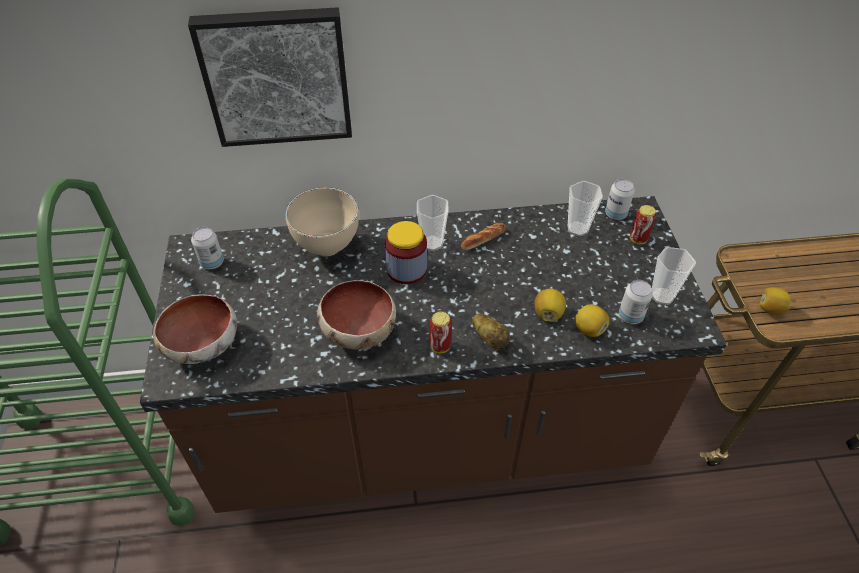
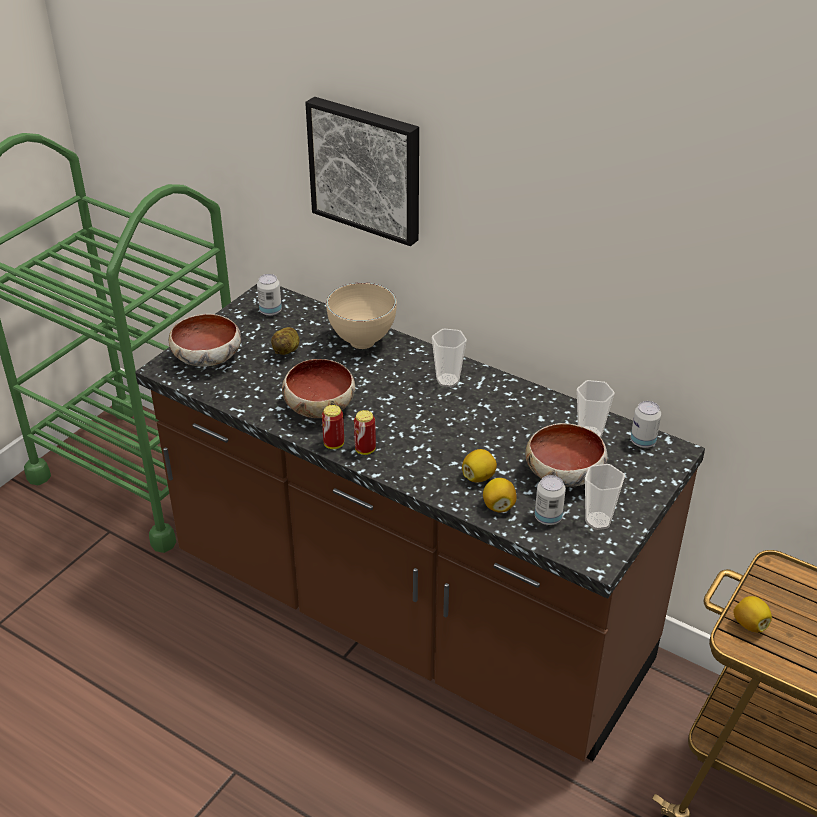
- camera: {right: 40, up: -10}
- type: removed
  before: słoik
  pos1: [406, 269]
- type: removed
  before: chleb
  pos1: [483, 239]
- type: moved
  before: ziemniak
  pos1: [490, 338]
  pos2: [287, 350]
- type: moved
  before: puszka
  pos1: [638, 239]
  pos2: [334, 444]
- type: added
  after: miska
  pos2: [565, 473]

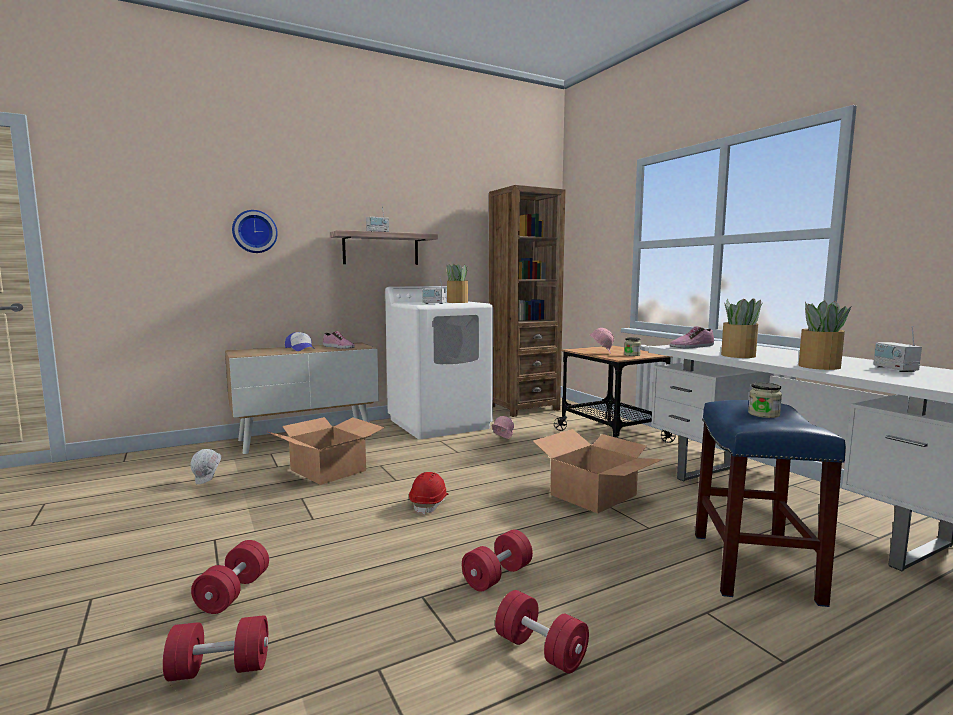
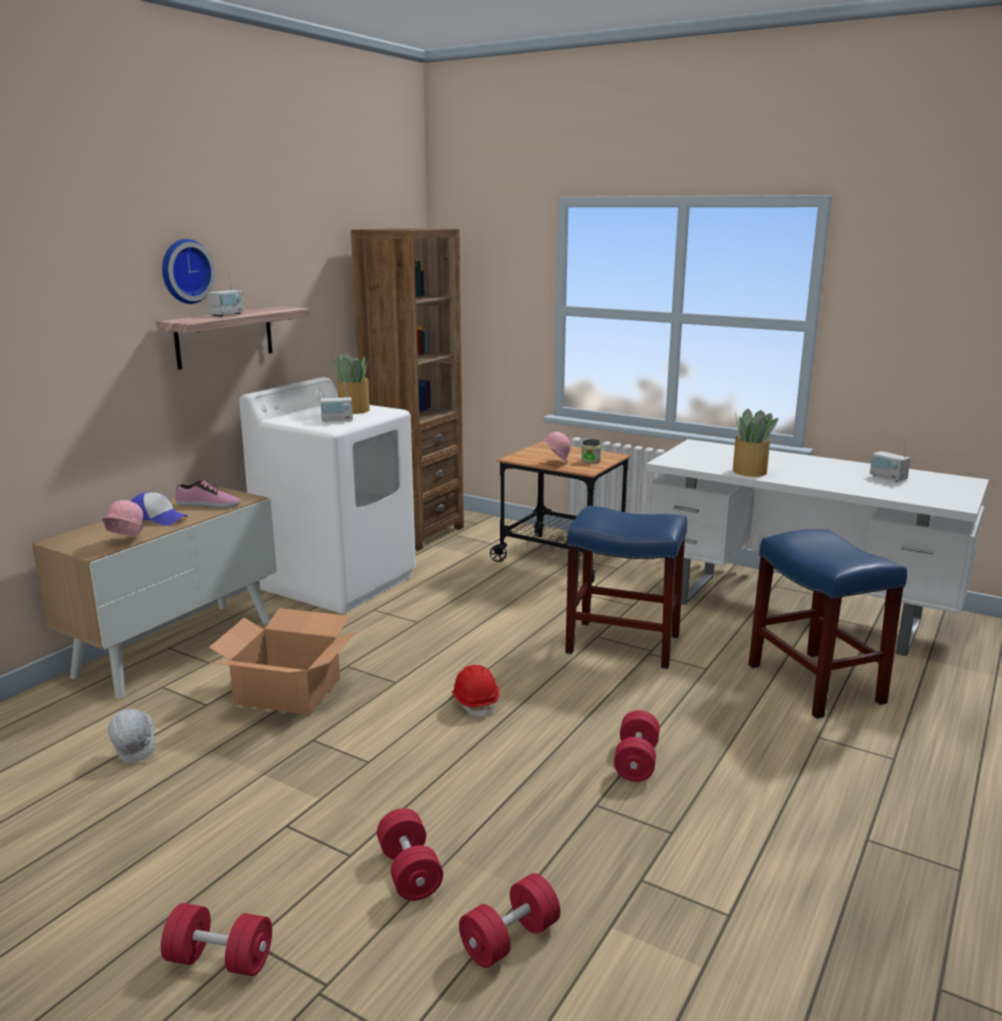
- camera: {right: -30, up: 10}
- type: moved
  before: zegar ścienny
  pos1: [254, 231]
  pos2: [184, 271]
- type: moved
  before: kask (różowy)
  pos1: [502, 441]
  pos2: [125, 542]
- type: moved
  before: hantel (czerwony)
  pos1: [540, 650]
  pos2: [220, 959]
- type: replaced
  before: karton
  after: stołek (niebieski)
  pos1: [594, 495]
  pos2: [624, 644]
- type: removed
  before: but
  pos1: [691, 346]
- type: removed
  before: słoik
  pos1: [763, 414]
- type: removed
  before: roślina doniczkowa
  pos1: [818, 366]

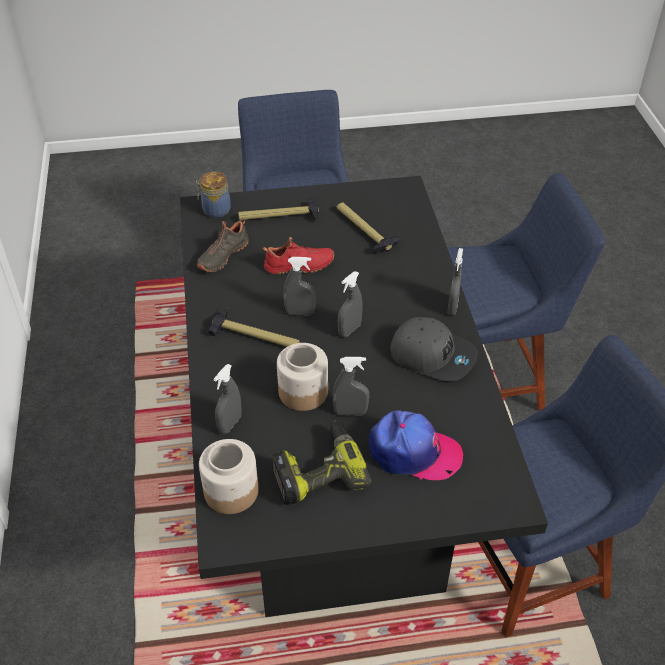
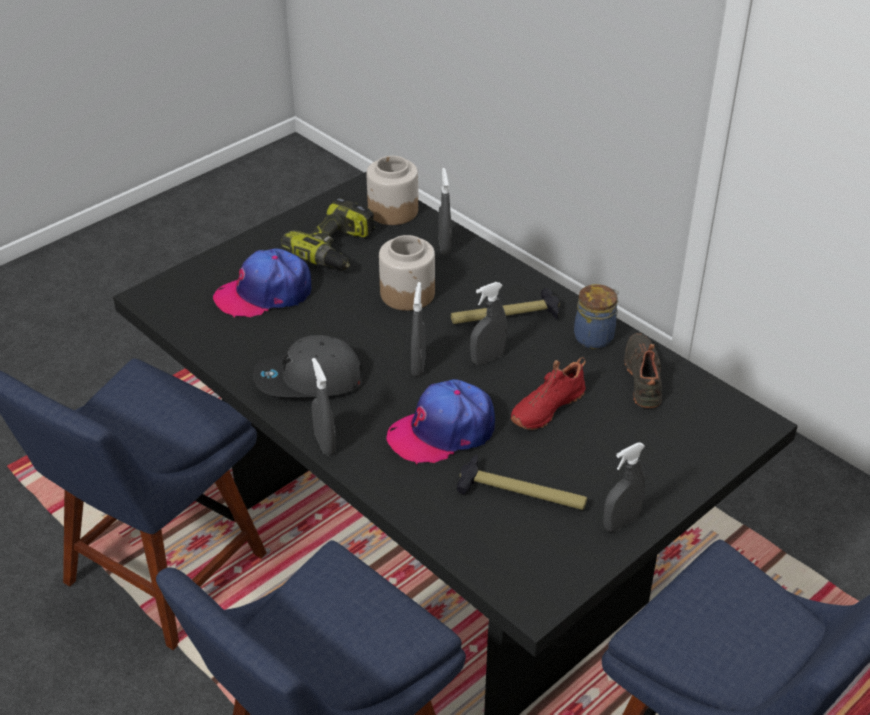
- camera: {right: 145, up: -5}
- type: moved
  before: słoik
  pos1: [215, 210]
  pos2: [595, 337]
- type: removed
  before: młotek
  pos1: [279, 217]
- type: moved
  before: spryskiwacz (szary)
  pos1: [350, 412]
  pos2: [621, 523]
- type: added
  after: czapka z daszkiem
  pos2: [442, 431]

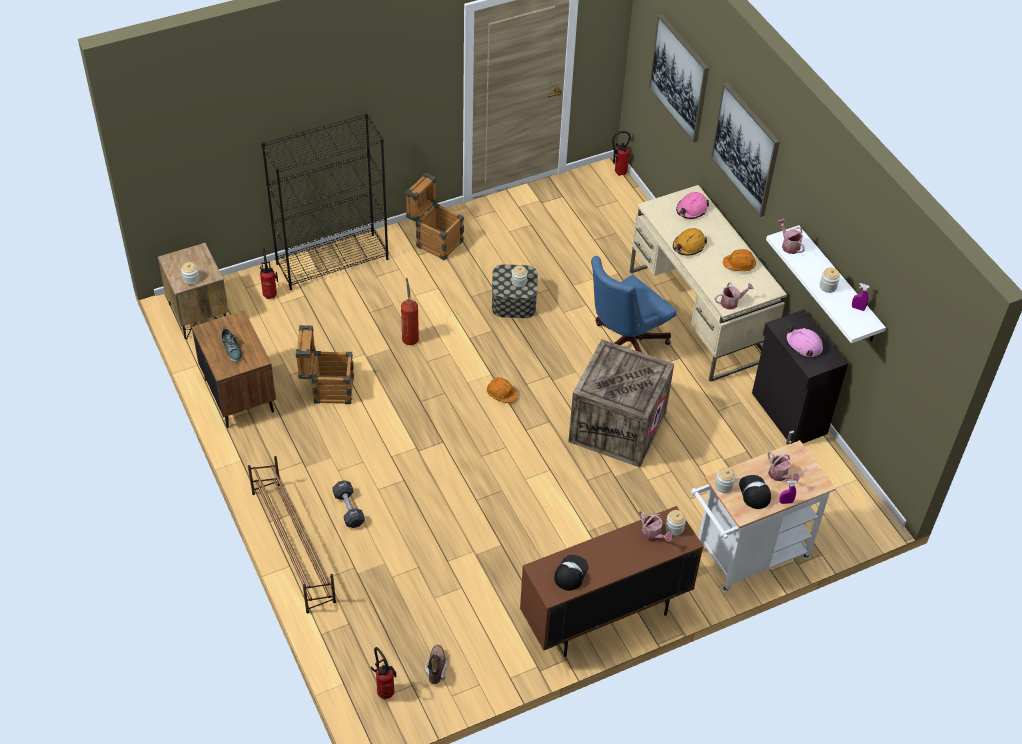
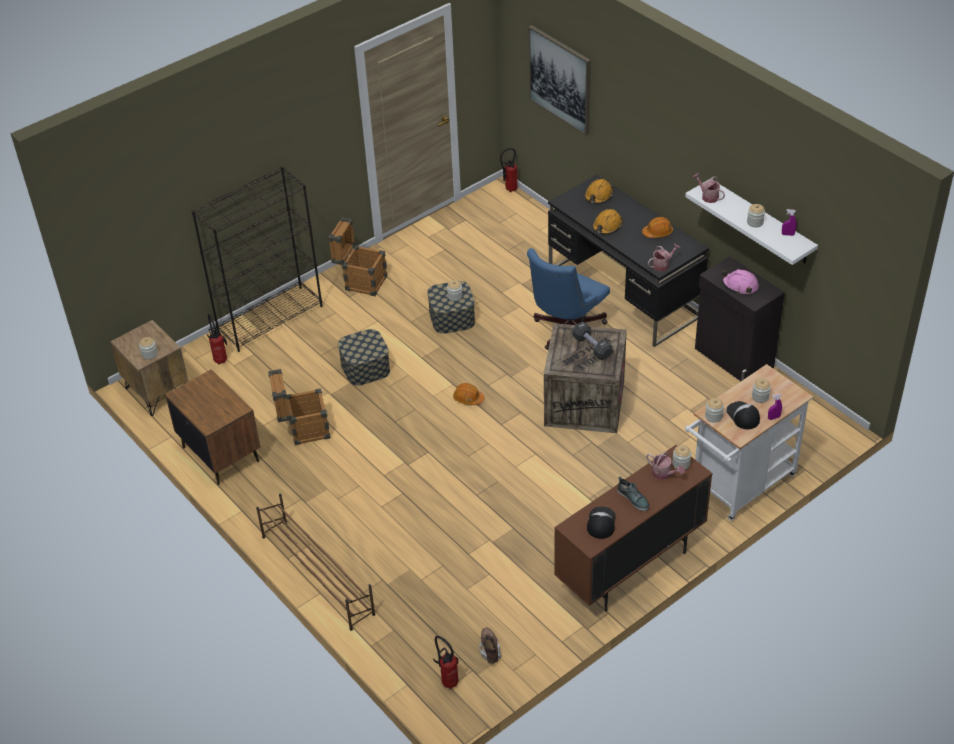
- camera: {right: -10, up: -5}
- type: moved
  before: but
  pos1: [232, 349]
  pos2: [633, 498]
- type: moved
  before: hantel (czarny)
  pos1: [348, 509]
  pos2: [592, 347]
- type: replaced
  before: gaśnica
  after: pojemnik do przechowywania
  pos1: [409, 336]
  pos2: [365, 367]
- type: recoloured
  before: biurko (beżowy)
  after: biurko (czarny)
  pos1: [698, 315]
  pos2: [624, 294]
- type: recoloured
  before: kask (różowy)
  after: kask (pomarańczowy)
  pos1: [691, 210]
  pos2: [598, 196]
- type: removed
  before: obraz
  pos1: [746, 149]
- type: replaced
  before: konewka
  after: słoik
  pos1: [780, 475]
  pos2: [760, 397]

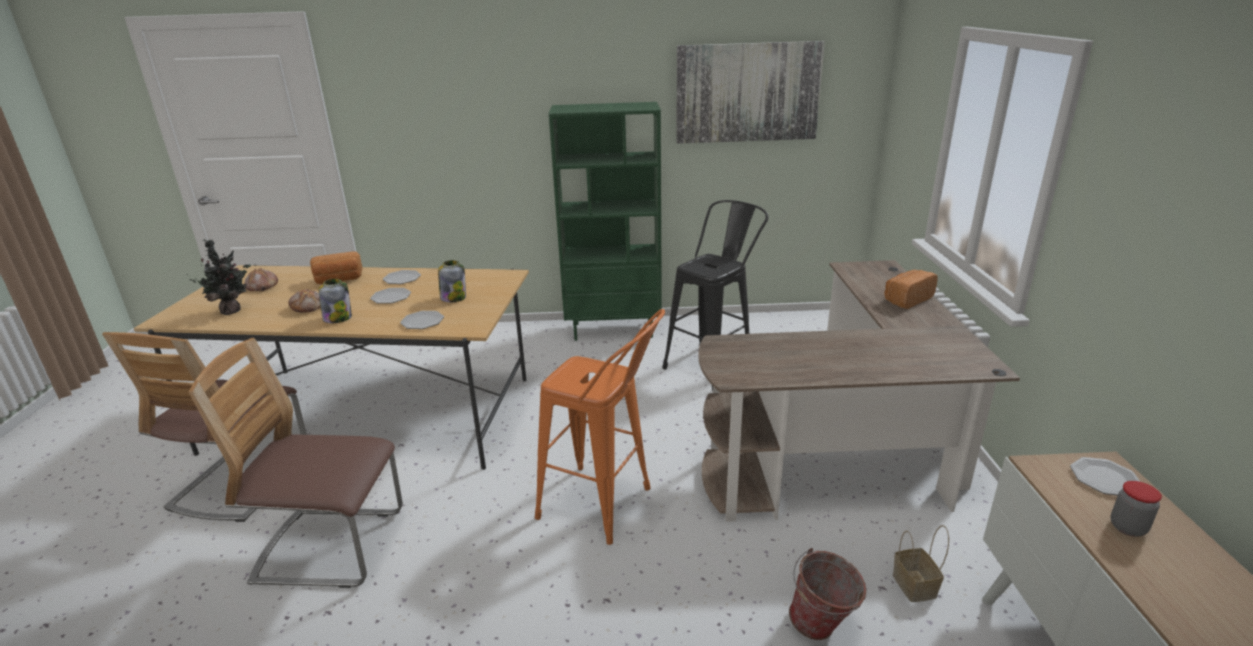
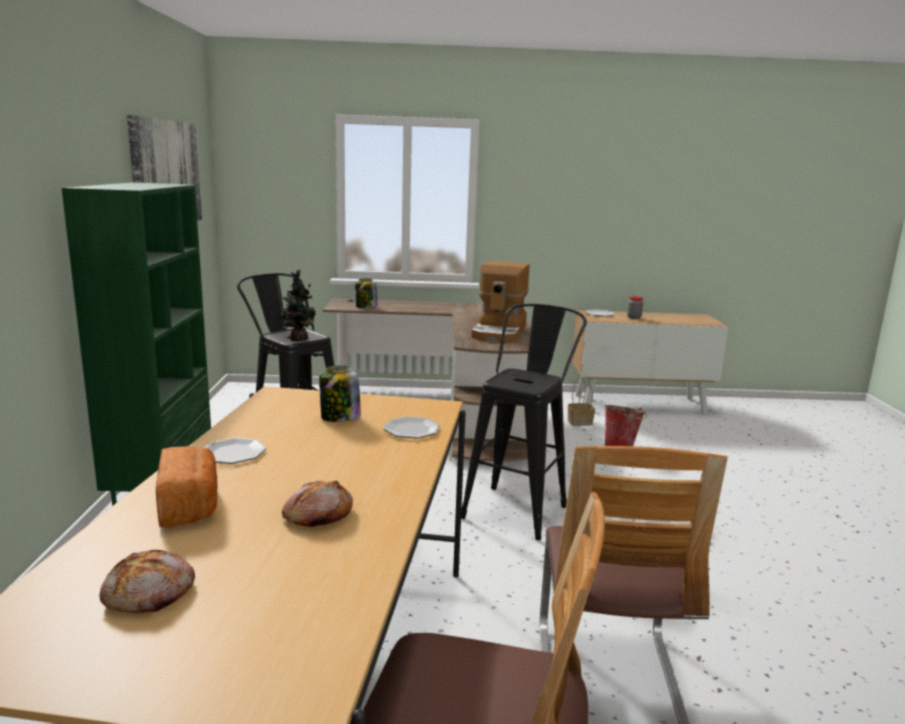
- camera: {right: -90, up: -10}
- type: moved
  before: roślina doniczkowa
  pos1: [232, 310]
  pos2: [297, 339]
- type: moved
  before: słoik
  pos1: [338, 318]
  pos2: [366, 307]
- type: removed
  before: talerz
  pos1: [391, 297]
- type: recoloured
  before: stołek (pomarańczowy)
  after: stołek (czarny)
  pos1: [605, 507]
  pos2: [519, 507]
- type: removed
  before: chleb
  pos1: [906, 299]
- type: added
  after: ekspres do kawy
  pos2: [500, 332]

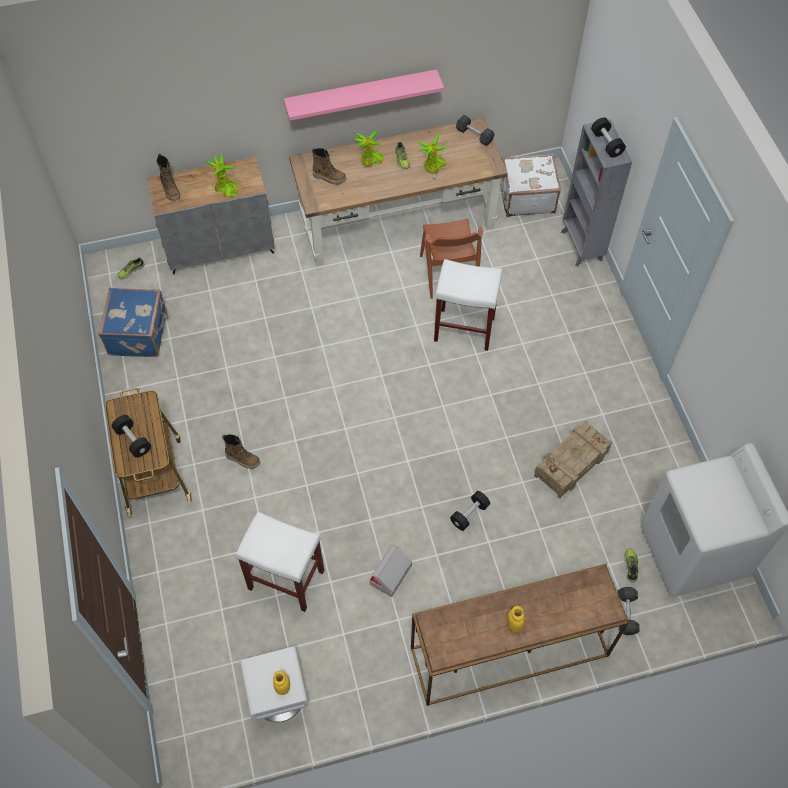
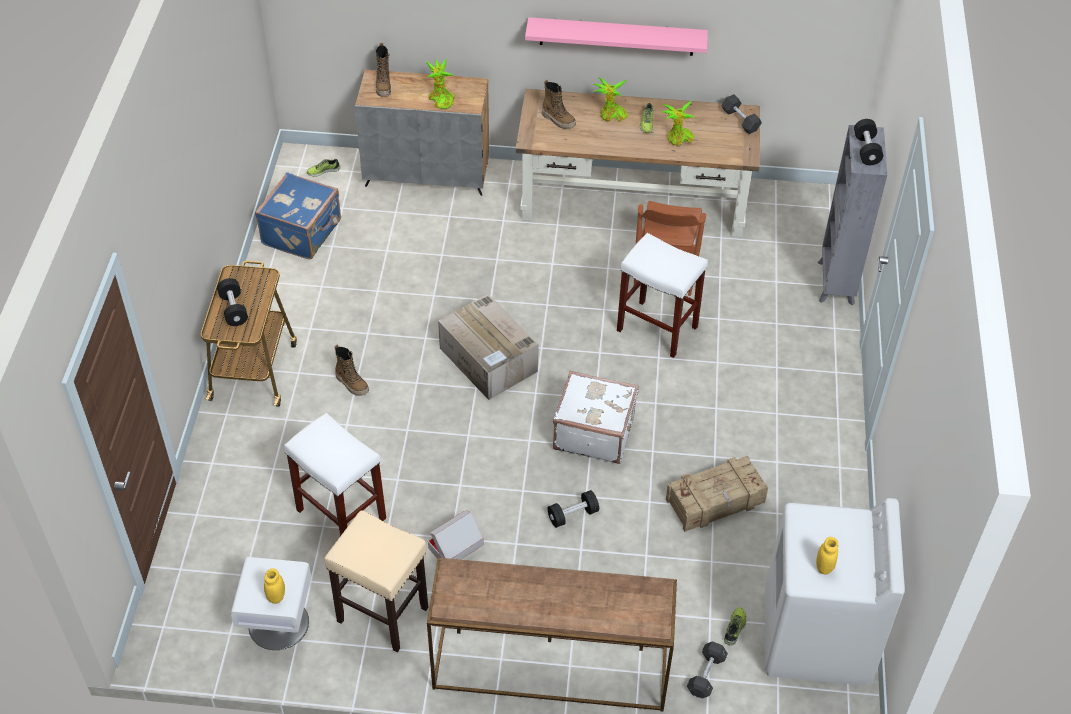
- camera: {right: 20, up: -10}
- type: moved
  before: walizka (biały)
  pos1: [526, 197]
  pos2: [593, 432]
- type: moved
  before: słoik (żółty)
  pos1: [514, 624]
  pos2: [824, 567]
- type: added
  after: stołek (beżowy)
  pos2: [384, 614]
- type: added
  after: karton
  pos2: [489, 360]

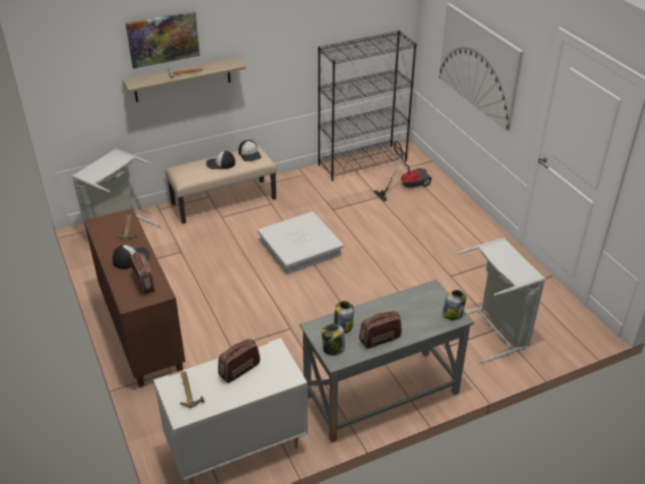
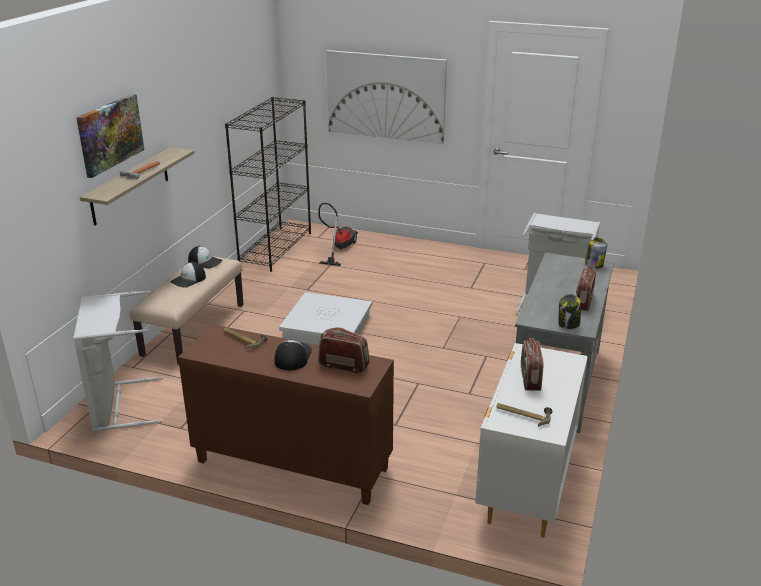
- camera: {right: -45, up: -10}
- type: removed
  before: słoik
  pos1: [343, 326]

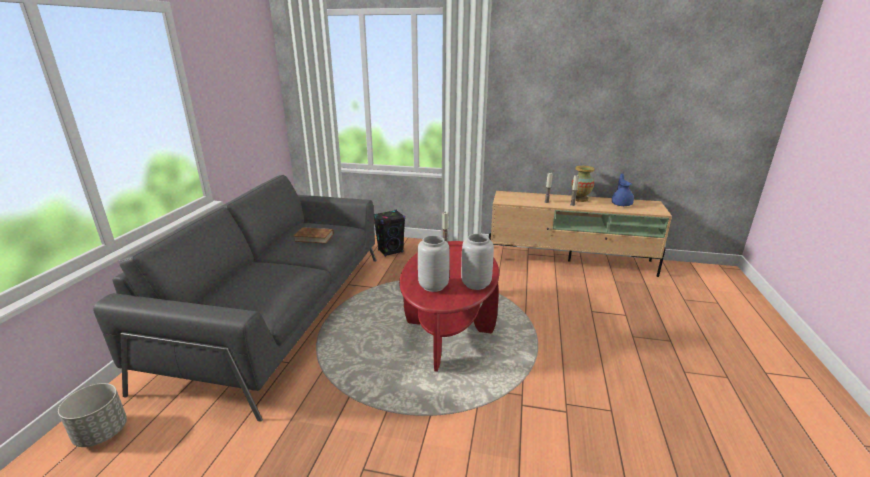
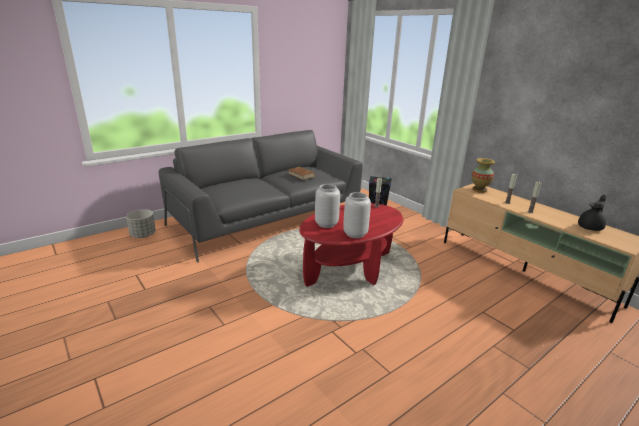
- camera: {right: 40, up: 0}
- type: moved
  before: wazon
  pos1: [580, 199]
  pos2: [479, 190]
- type: recoloured
  before: imbryk (niebieski)
  after: imbryk (czarny)
  pos1: [621, 204]
  pos2: [590, 227]

